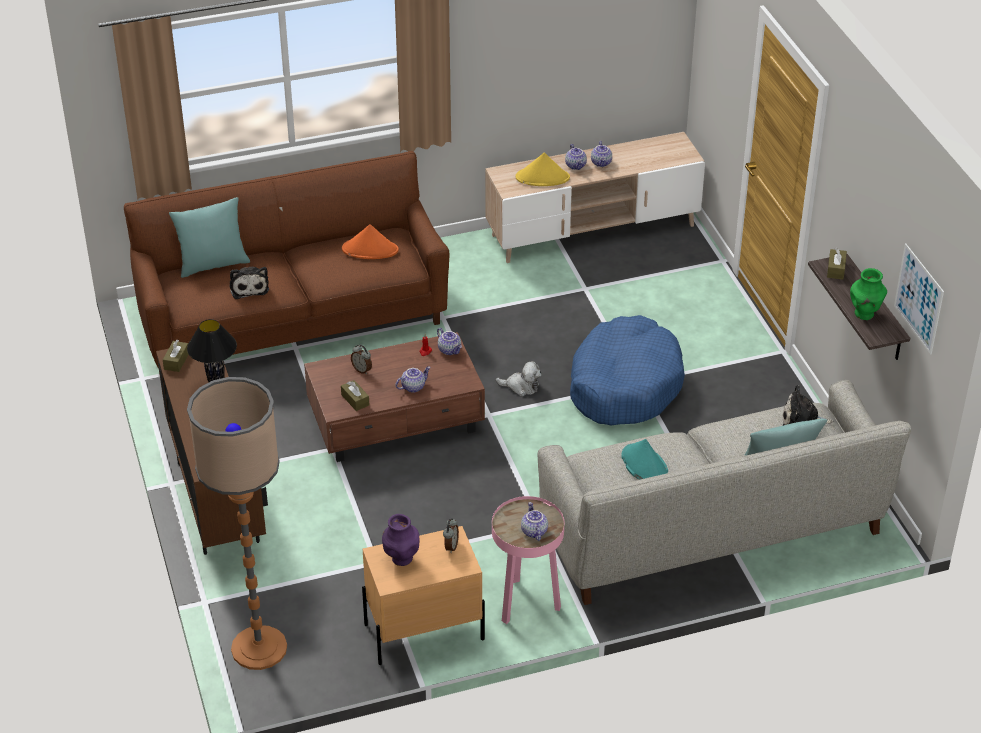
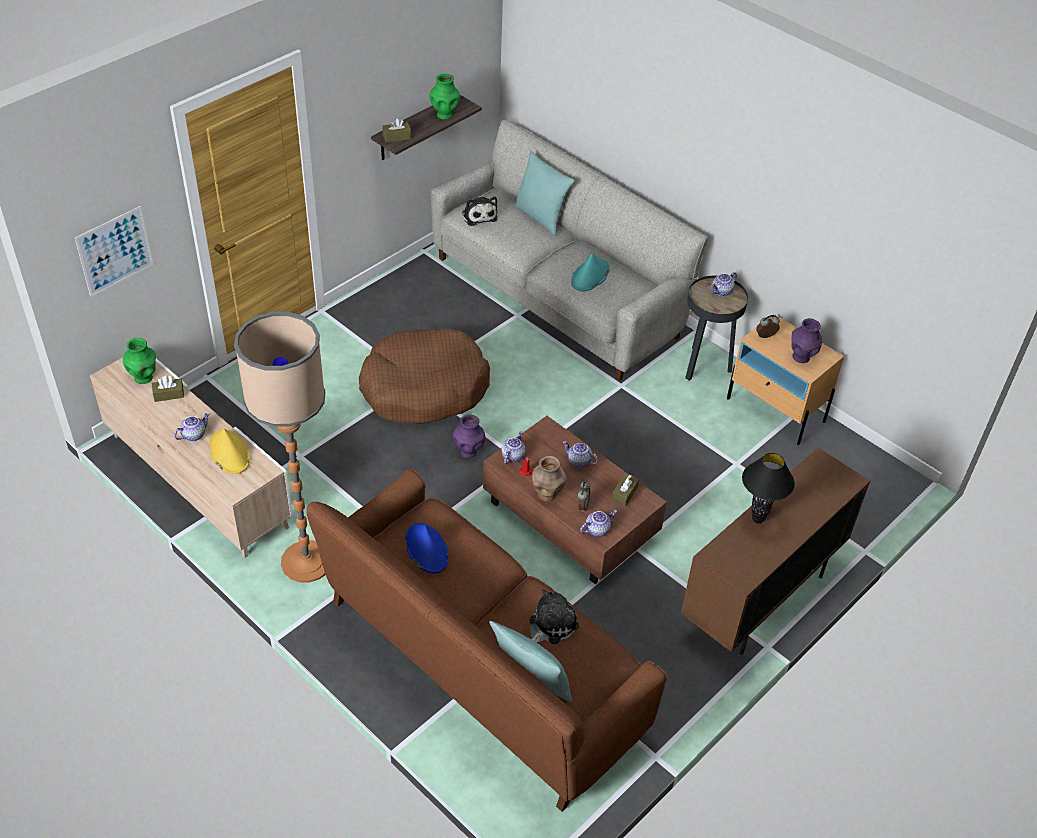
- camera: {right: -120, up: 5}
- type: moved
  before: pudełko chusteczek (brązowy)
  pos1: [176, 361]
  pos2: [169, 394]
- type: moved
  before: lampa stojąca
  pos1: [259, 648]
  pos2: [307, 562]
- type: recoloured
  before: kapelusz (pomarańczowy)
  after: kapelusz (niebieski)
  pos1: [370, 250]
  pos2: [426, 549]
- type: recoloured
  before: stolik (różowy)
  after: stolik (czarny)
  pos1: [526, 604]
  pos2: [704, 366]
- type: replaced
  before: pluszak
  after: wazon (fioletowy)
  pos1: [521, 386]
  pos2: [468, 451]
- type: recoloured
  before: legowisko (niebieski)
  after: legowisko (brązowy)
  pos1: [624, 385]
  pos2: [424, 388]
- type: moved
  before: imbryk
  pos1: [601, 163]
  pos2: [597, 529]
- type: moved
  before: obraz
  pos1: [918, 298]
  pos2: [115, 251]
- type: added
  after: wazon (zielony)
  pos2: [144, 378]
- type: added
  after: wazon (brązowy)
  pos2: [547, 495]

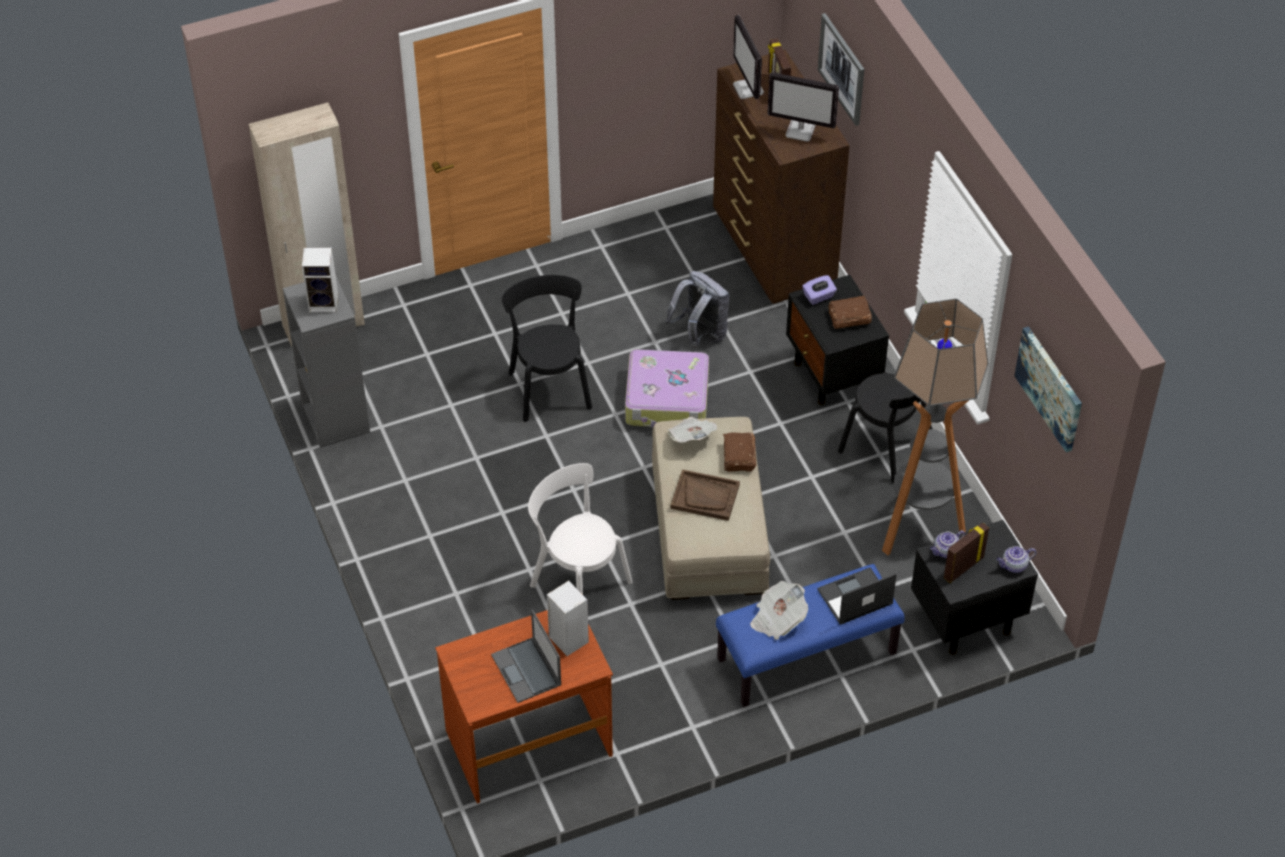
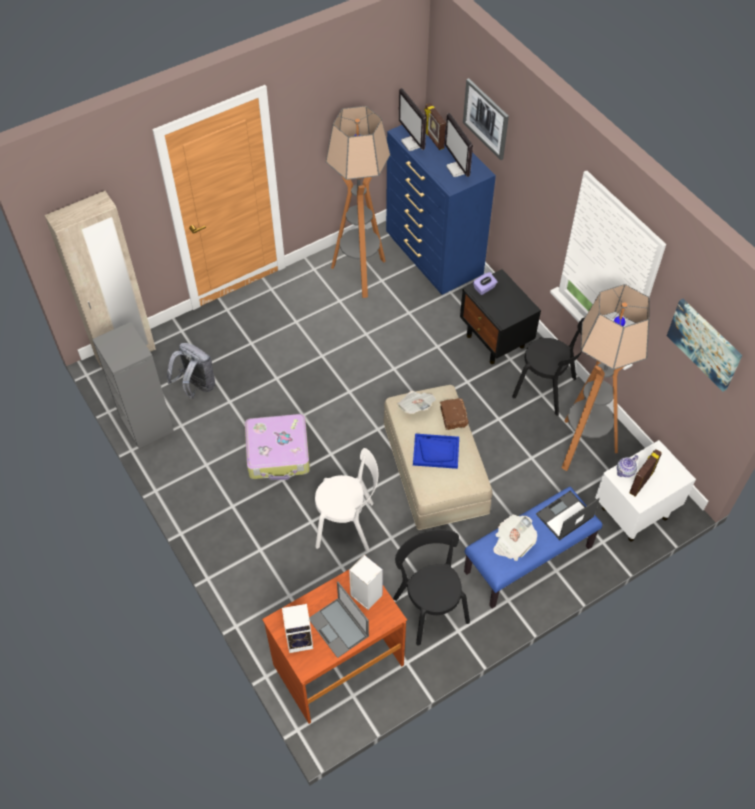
- camera: {right: -10, up: 5}
- type: moved
  before: głośnik
  pos1: [325, 302]
  pos2: [300, 639]
- type: moved
  before: krzesło (czarny)
  pos1: [549, 386]
  pos2: [429, 606]
- type: turned
  before: krzesło (biały)
  pos1: [577, 580]
  pos2: [348, 525]
  turn: 150
- type: moved
  before: walizka
  pos1: [667, 400]
  pos2: [278, 453]
- type: moved
  before: plecak (szary)
  pos1: [700, 335]
  pos2: [196, 386]
- type: recoloured
  before: taca (brązowy)
  after: taca (niebieski)
  pos1: [705, 496]
  pos2: [436, 452]
- type: recoloured
  before: komoda (brązowy)
  after: komoda (niebieski)
  pos1: [773, 253]
  pos2: [433, 258]
- type: turned
  before: monitor
  pos1: [801, 131]
  pos2: [458, 169]
  turn: 60
- type: removed
  before: książka (brązowy)
  pos1: [848, 318]
- type: recoloured
  before: szafka nocna (czarny)
  after: szafka nocna (biały)
  pos1: [965, 621]
  pos2: [633, 513]
- type: removed
  before: imbryk
  pos1: [1014, 566]
- type: added
  after: lampa stojąca
  pos2: [360, 274]

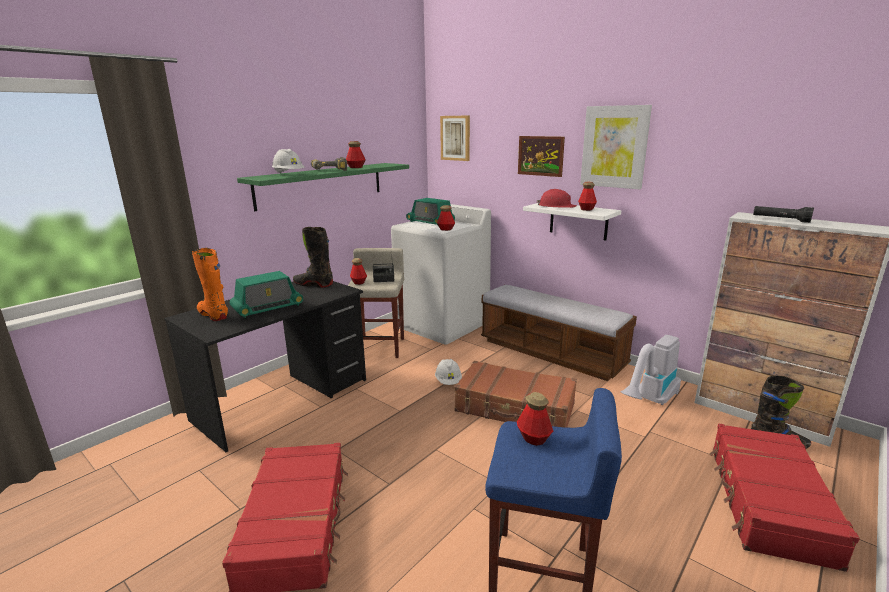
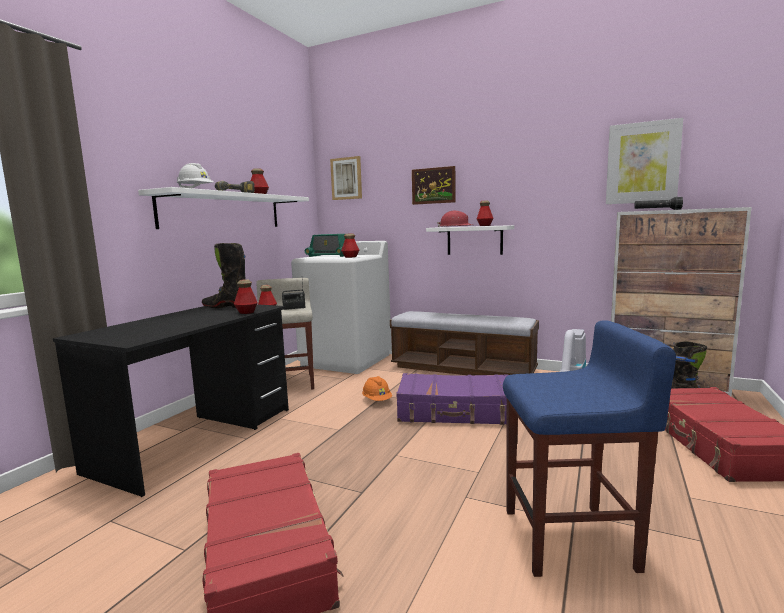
- camera: {right: -15, up: -10}
- type: removed
  before: but z cholewką (pomarańczowy)
  pos1: [213, 315]
- type: removed
  before: radio
  pos1: [268, 308]
- type: recoloured
  before: półka (zielony)
  after: półka (biały)
  pos1: [321, 185]
  pos2: [223, 211]
- type: recoloured
  before: kask (biały)
  after: kask (pomarańczowy)
  pos1: [448, 381]
  pos2: [377, 400]
- type: recoloured
  before: walizka (brązowy)
  after: walizka (fioletowy)
  pos1: [515, 408]
  pos2: [455, 411]
- type: moved
  before: butelka
  pos1: [534, 438]
  pos2: [246, 312]
- type: moved
  before: obraz
  pos1: [614, 147]
  pos2: [642, 163]

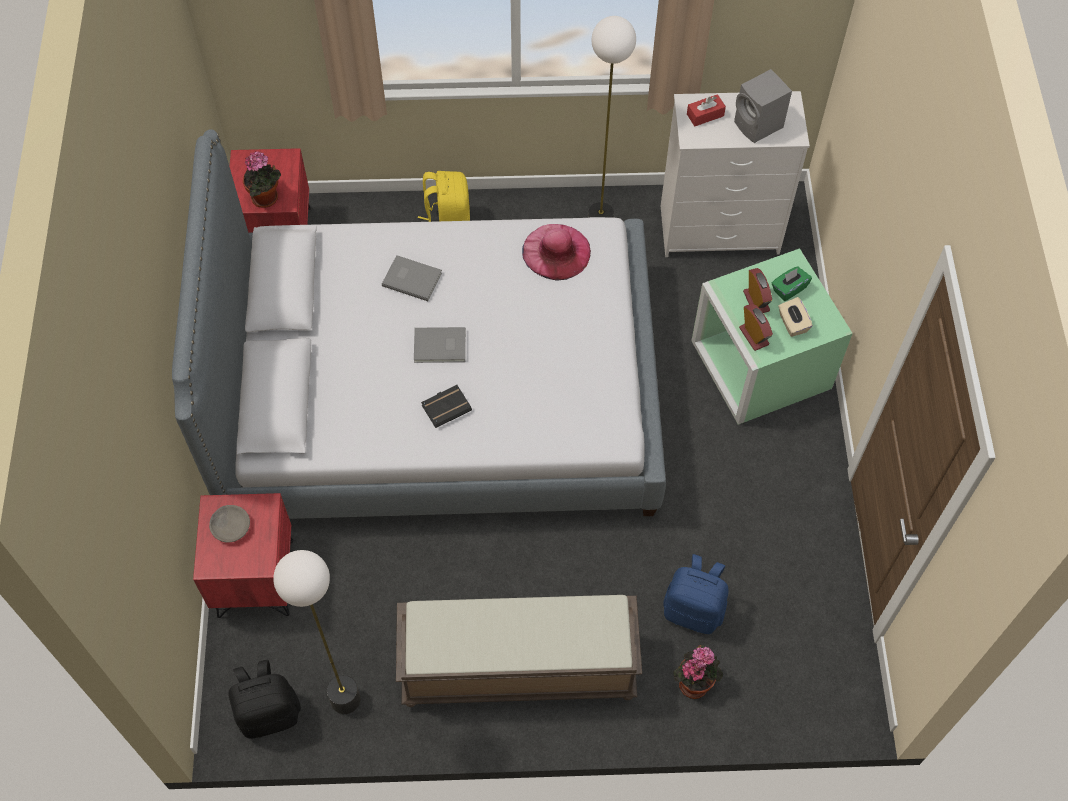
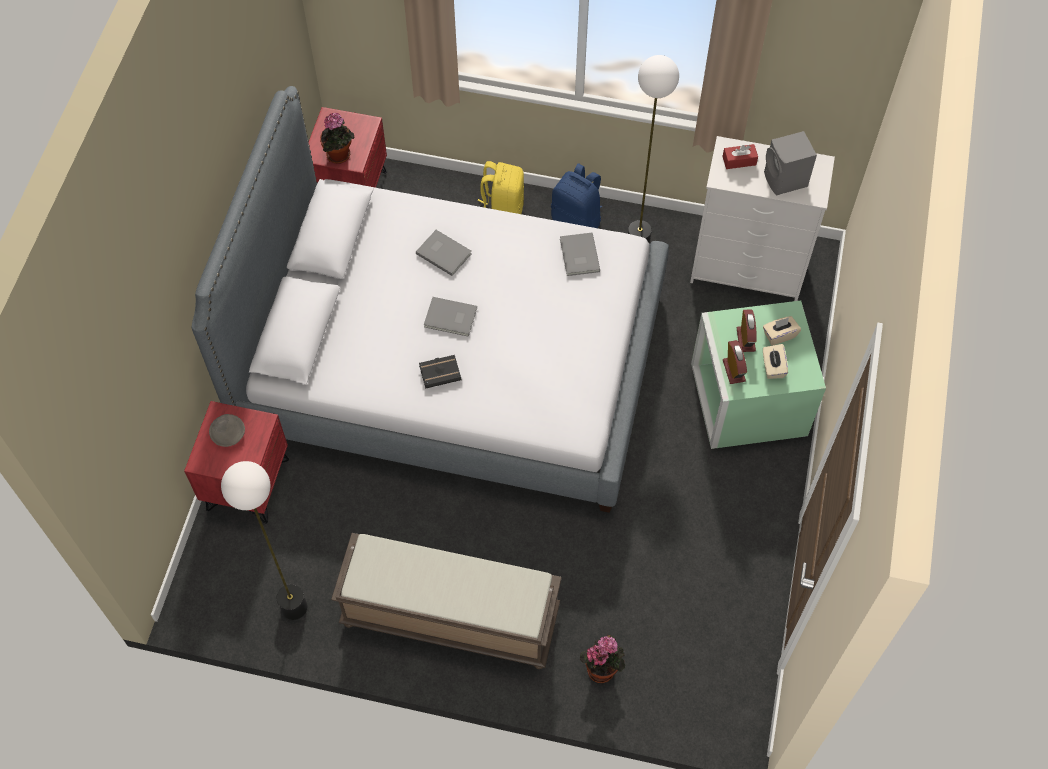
- camera: {right: 15, up: 0}
- type: removed
  before: plecak (czarny)
  pos1: [269, 712]
- type: replaced
  before: kapelusz (różowy)
  after: książka (szary)
  pos1: [556, 251]
  pos2: [578, 256]
- type: moved
  before: plecak (niebieski)
  pos1: [694, 610]
  pos2: [577, 220]
- type: recoloured
  before: pudełko chusteczek (zielony)
  after: pudełko chusteczek (beżowy)
  pos1: [789, 289]
  pos2: [779, 335]

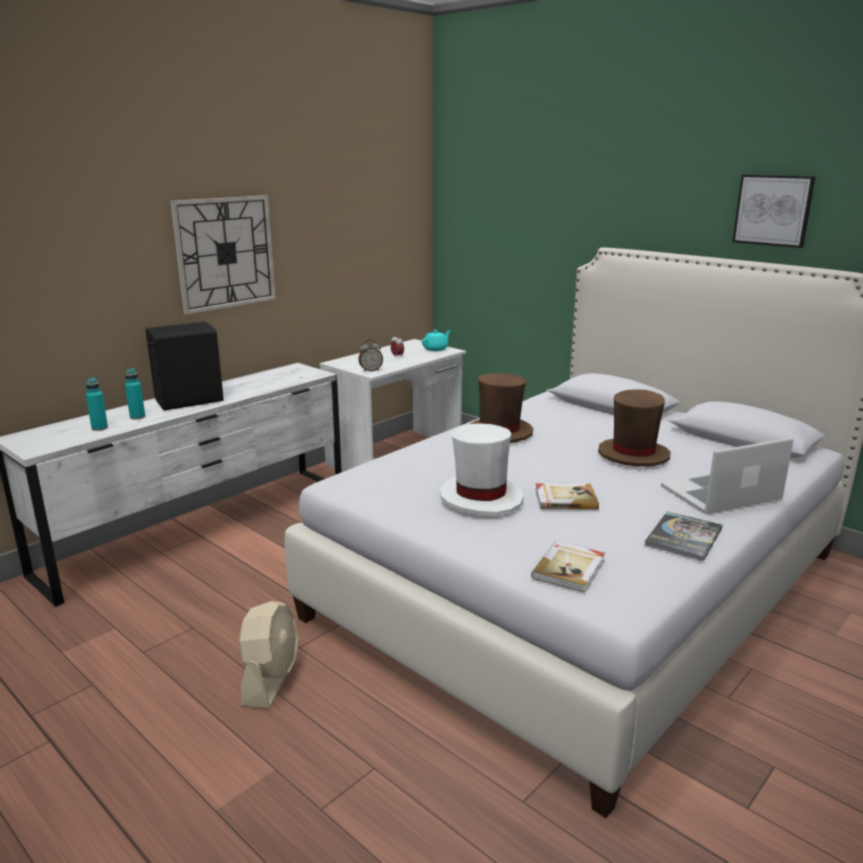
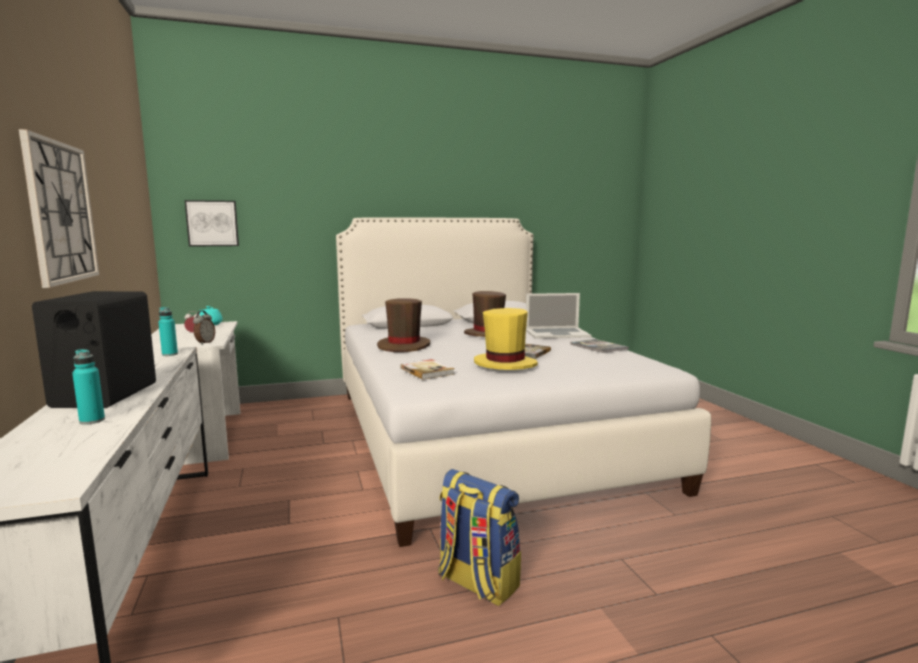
- camera: {right: -60, up: -10}
- type: moved
  before: butelka (turkusowy)
  pos1: [99, 428]
  pos2: [170, 354]
- type: replaced
  before: wentylator (beżowy)
  after: plecak
  pos1: [271, 679]
  pos2: [476, 583]
- type: recoloured
  before: kapelusz (biały)
  after: kapelusz (żółty)
  pos1: [481, 498]
  pos2: [505, 364]
- type: moved
  before: książka
  pos1: [570, 569]
  pos2: [427, 371]
- type: turned
  before: laptop
  pos1: [721, 493]
  pos2: [557, 333]
  turn: -105
- type: moved
  before: obraz
  pos1: [773, 210]
  pos2: [212, 223]

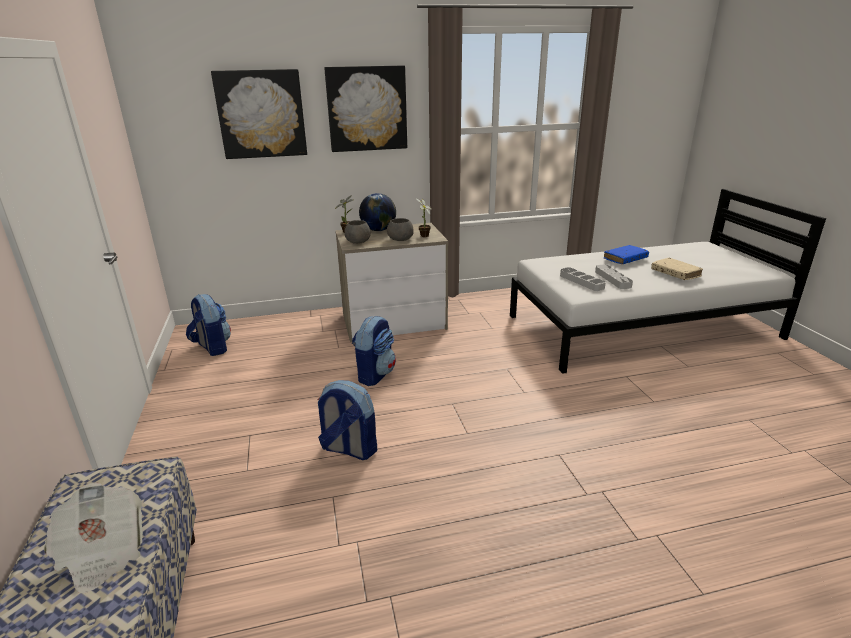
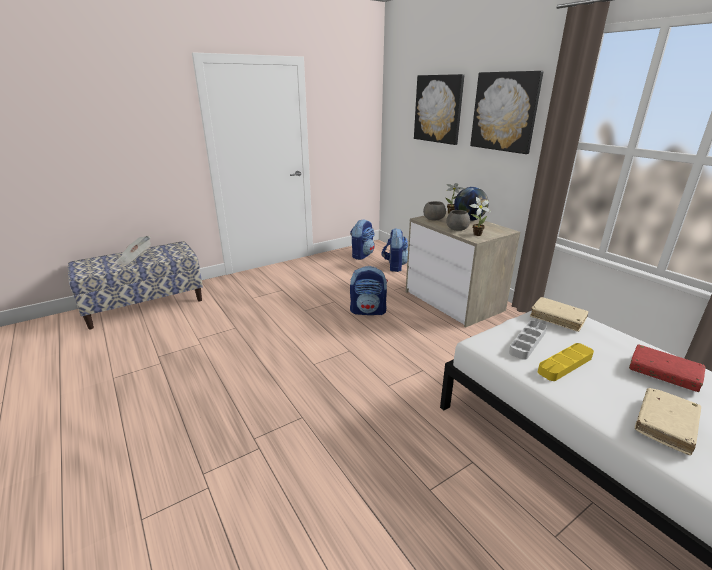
- camera: {right: 70, up: 0}
- type: moved
  before: plecak
  pos1: [348, 449]
  pos2: [394, 266]
- type: recoloured
  before: taca (szary)
  after: taca (żółty)
  pos1: [612, 279]
  pos2: [565, 365]
- type: recoloured
  before: książka (niebieski)
  after: książka (czerwony)
  pos1: [625, 259]
  pos2: [663, 373]
- type: added
  after: książka (beżowy)
  pos2: [557, 318]

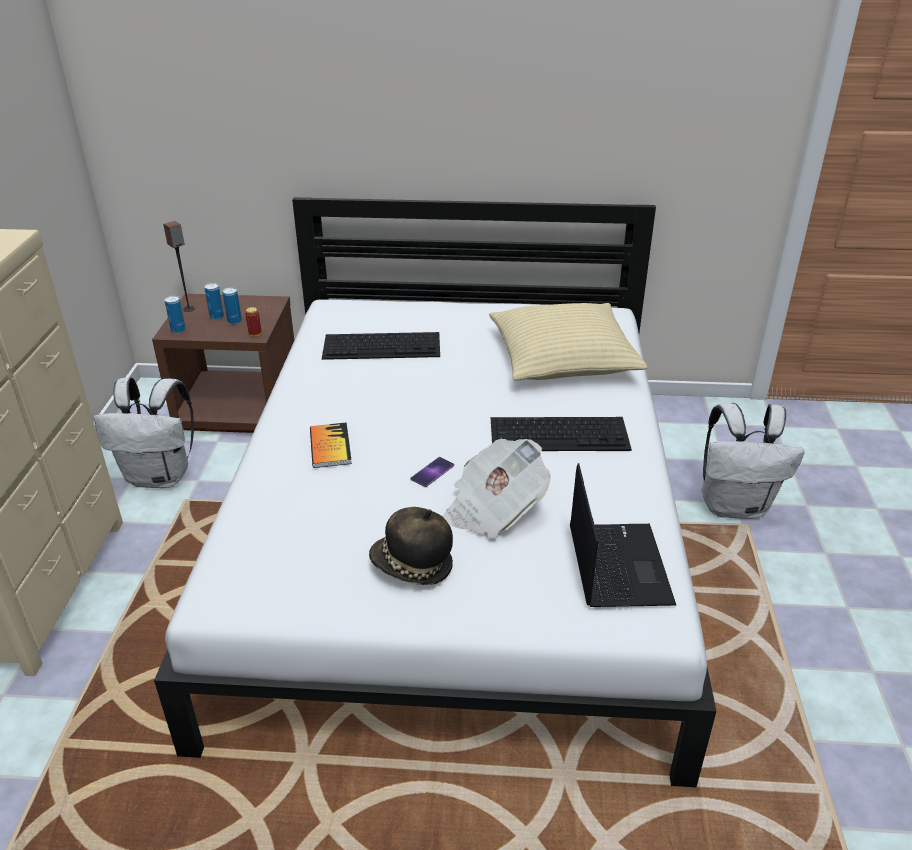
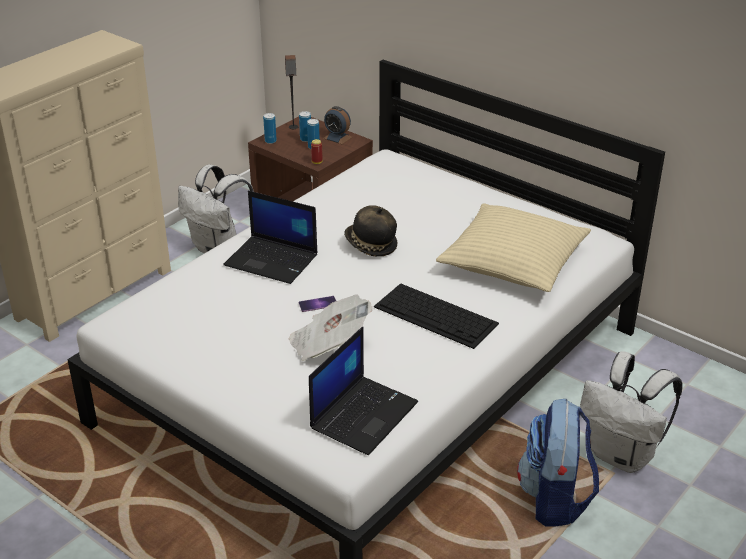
- camera: {right: 35, up: 0}
- type: replaced
  before: książka
  after: laptop
  pos1: [330, 446]
  pos2: [273, 260]
- type: removed
  before: klawiatura
  pos1: [383, 345]
- type: moved
  before: kapelusz
  pos1: [412, 566]
  pos2: [370, 245]
- type: added
  after: budzik
  pos2: [337, 137]
- type: added
  after: plecak
  pos2: [555, 499]

